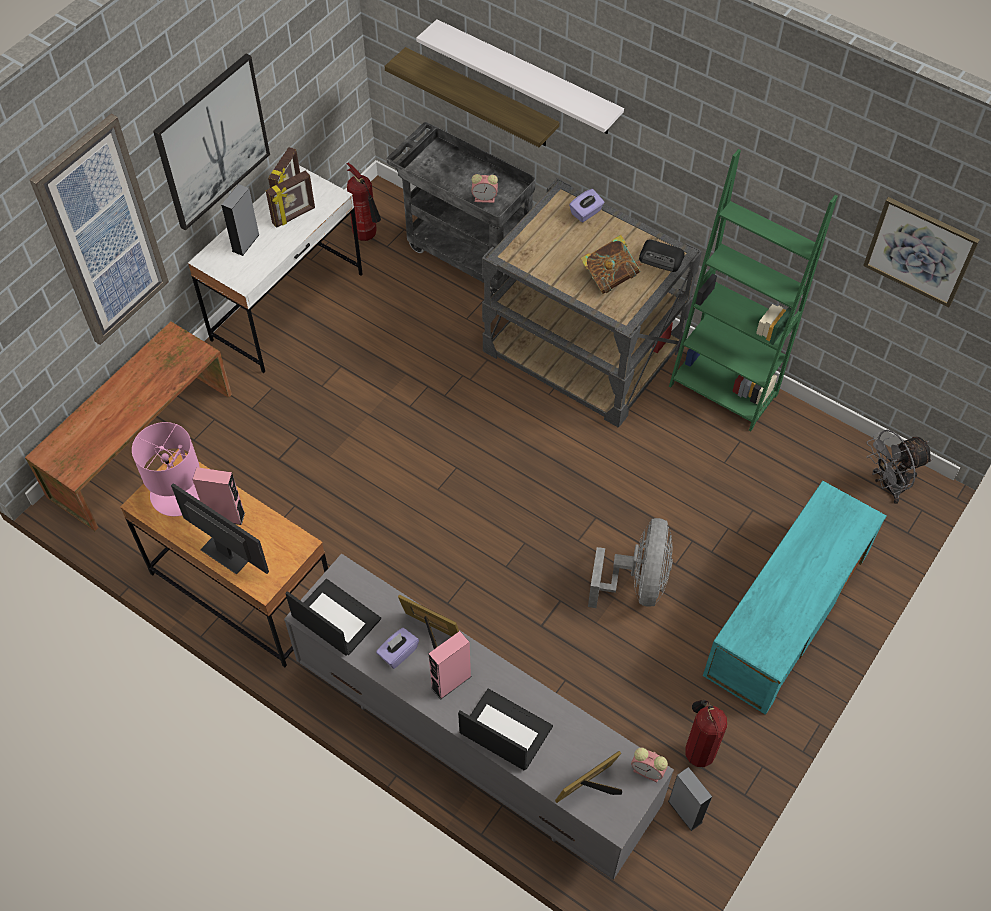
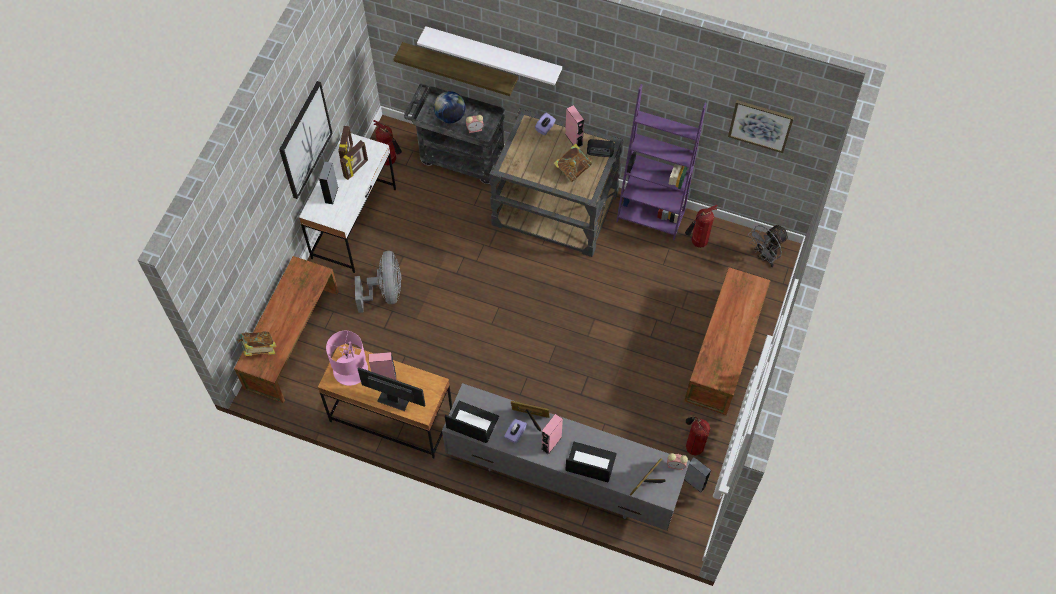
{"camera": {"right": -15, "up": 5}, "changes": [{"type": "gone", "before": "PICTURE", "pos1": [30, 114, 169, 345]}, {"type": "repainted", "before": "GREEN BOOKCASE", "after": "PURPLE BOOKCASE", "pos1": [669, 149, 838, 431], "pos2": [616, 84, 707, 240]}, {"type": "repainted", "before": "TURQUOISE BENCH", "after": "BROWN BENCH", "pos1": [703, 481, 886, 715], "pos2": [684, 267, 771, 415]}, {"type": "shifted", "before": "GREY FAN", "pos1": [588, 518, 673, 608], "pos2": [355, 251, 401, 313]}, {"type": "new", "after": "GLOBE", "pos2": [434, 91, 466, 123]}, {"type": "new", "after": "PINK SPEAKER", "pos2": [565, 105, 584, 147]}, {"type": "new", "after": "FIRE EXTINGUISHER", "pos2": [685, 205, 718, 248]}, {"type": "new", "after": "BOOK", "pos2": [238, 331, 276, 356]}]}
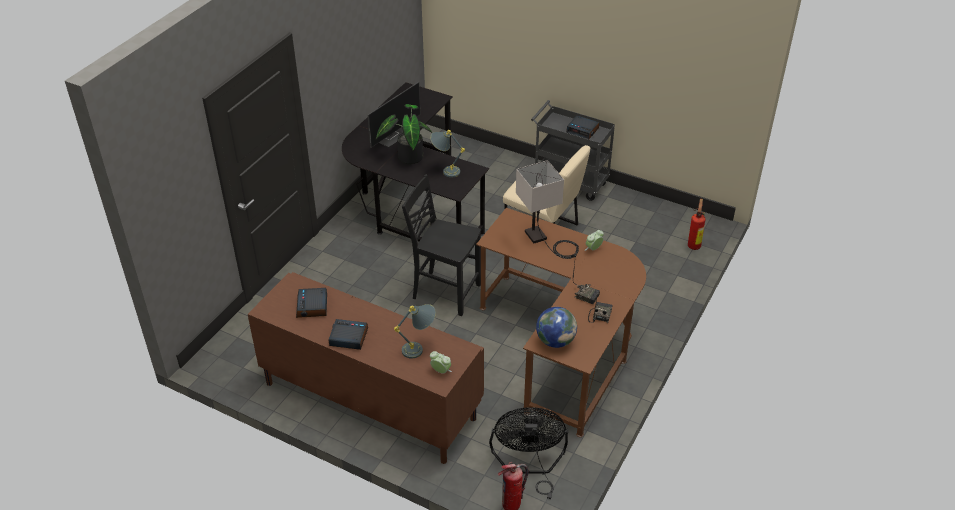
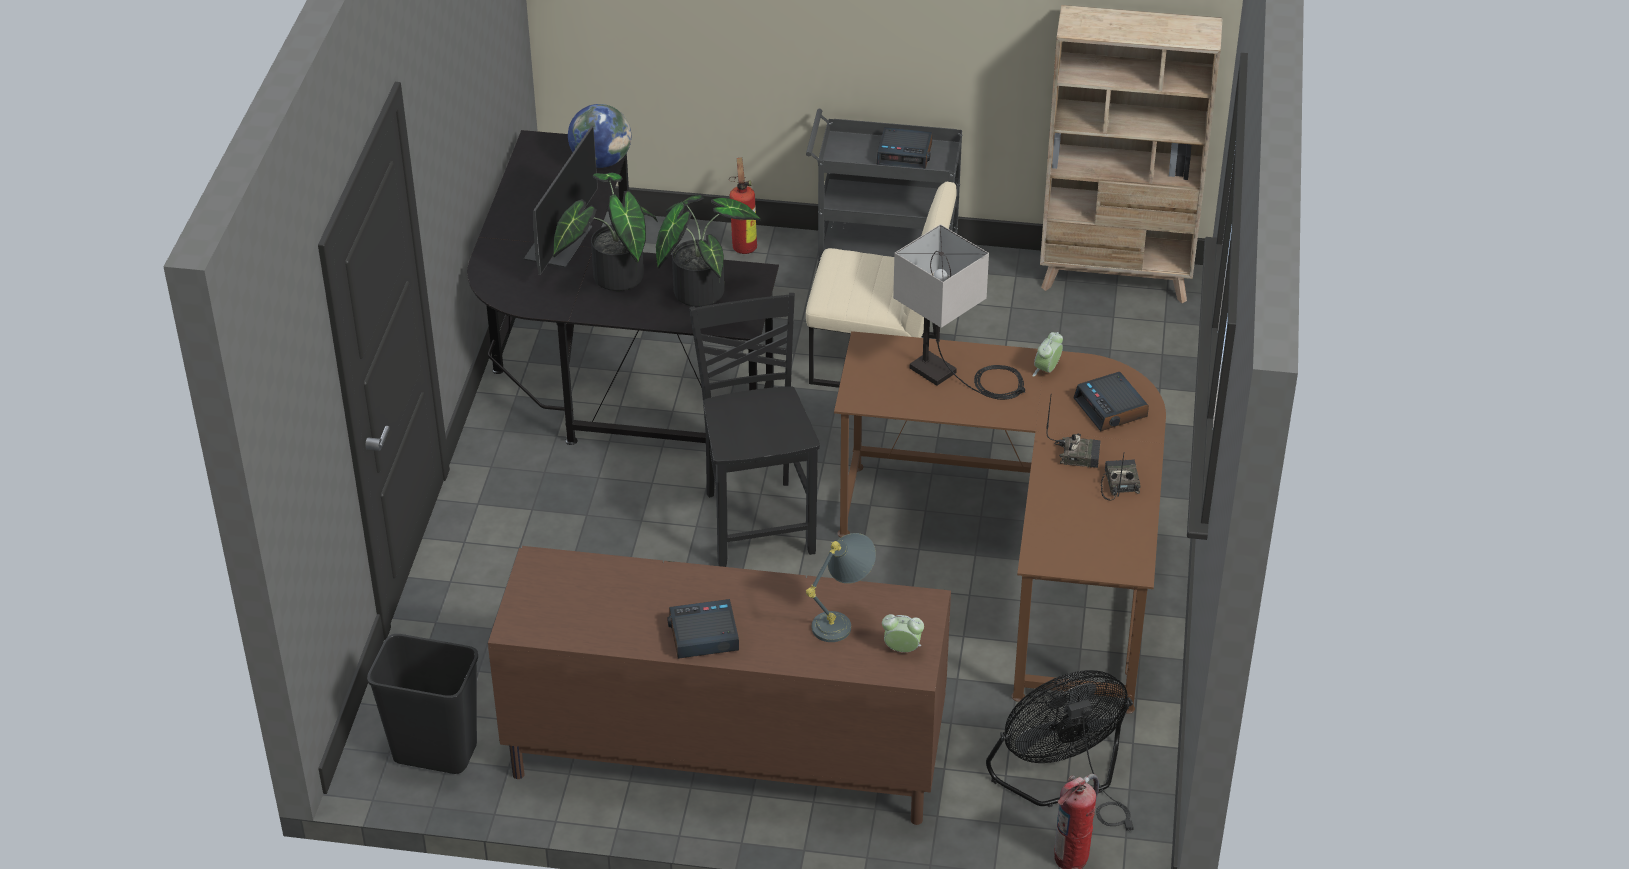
{"camera": {"right": -20, "up": 0}, "changes": [{"type": "swapped", "before": "GREY TABLE LAMP", "after": "POTTED PLANT", "pos1": [430, 130, 465, 177], "pos2": [656, 195, 761, 307]}, {"type": "rotated", "before": "BLACK CHAIR", "pos1": [402, 174, 481, 316], "pos2": [689, 293, 820, 567], "turn": 75}, {"type": "shifted", "before": "FIRE EXTINGUISHER", "pos1": [688, 199, 705, 250], "pos2": [730, 157, 757, 254]}, {"type": "shifted", "before": "ALARM CLOCK", "pos1": [296, 288, 327, 318], "pos2": [1074, 372, 1149, 431]}, {"type": "shifted", "before": "GLOBE", "pos1": [536, 307, 577, 348], "pos2": [568, 104, 631, 168]}, {"type": "new", "after": "BEIGE BOOKCASE", "pos2": [1040, 5, 1223, 303]}, {"type": "new", "after": "BLACK TRASH CAN", "pos2": [367, 634, 478, 774]}]}
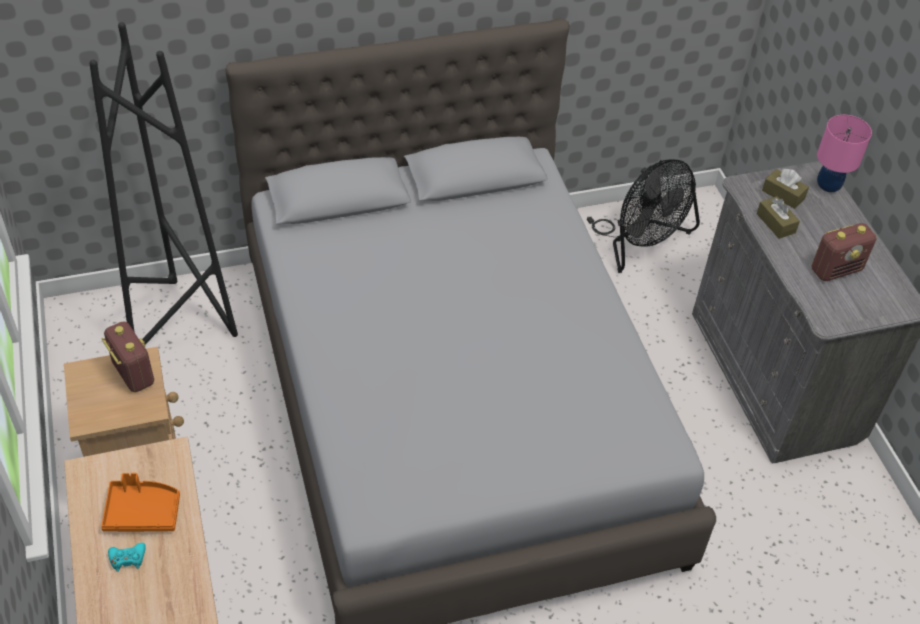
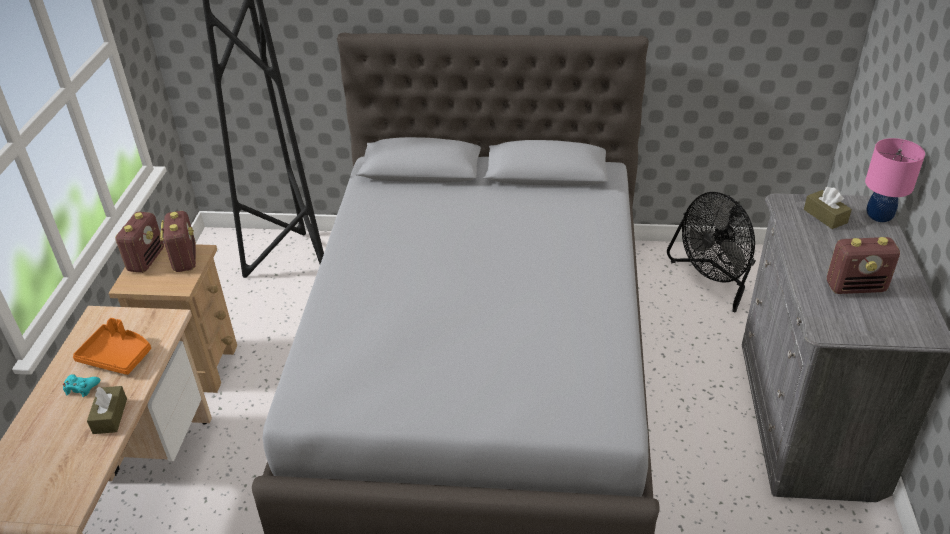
{"camera": {"right": 25, "up": -10}, "changes": [{"type": "rotated", "before": "BLACK FAN", "pos1": [587, 159, 700, 273], "pos2": [667, 192, 756, 313], "turn": 75}, {"type": "shifted", "before": "BROWN TISSUE BOX", "pos1": [757, 196, 800, 239], "pos2": [87, 386, 127, 434]}, {"type": "new", "after": "RADIO", "pos2": [115, 212, 164, 273]}]}
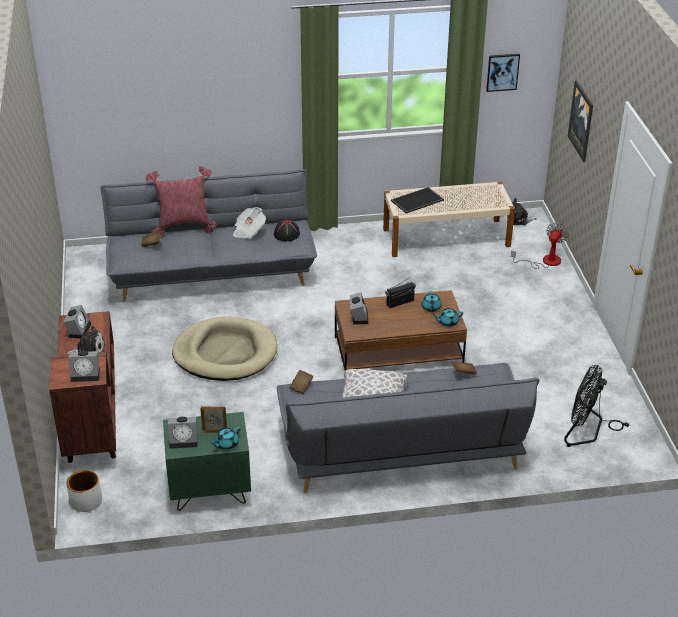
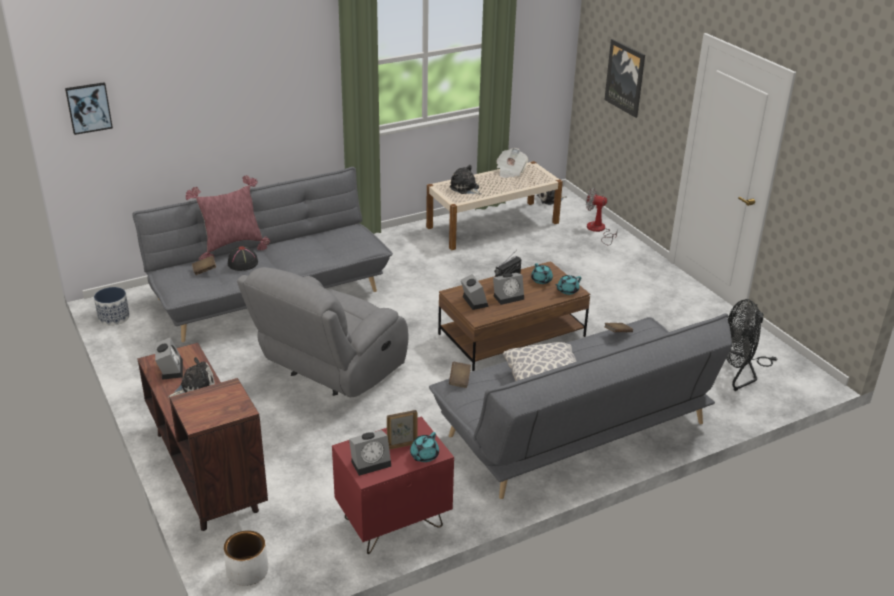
{"camera": {"right": -20, "up": -5}, "changes": [{"type": "shifted", "before": "PICTURE", "pos1": [486, 54, 520, 92], "pos2": [65, 82, 113, 135]}, {"type": "swapped", "before": "TRAY", "after": "PLUSH TOY", "pos1": [391, 187, 444, 214], "pos2": [450, 165, 481, 195]}, {"type": "shifted", "before": "NEWSPAPER", "pos1": [233, 207, 266, 239], "pos2": [496, 148, 528, 178]}, {"type": "shifted", "before": "BLACK HAT", "pos1": [274, 220, 300, 241], "pos2": [228, 246, 258, 271]}, {"type": "rotated", "before": "FAN", "pos1": [511, 223, 569, 268], "pos2": [586, 188, 618, 245], "turn": -75}, {"type": "swapped", "before": "BEIGE DOG BED", "after": "GREY ARMCHAIR", "pos1": [172, 316, 277, 381], "pos2": [237, 267, 408, 397]}, {"type": "shifted", "before": "ALARM CLOCK", "pos1": [68, 351, 100, 382], "pos2": [493, 273, 524, 305]}, {"type": "repainted", "before": "GREEN NIGHTSTAND", "after": "RED NIGHTSTAND", "pos1": [163, 412, 251, 511], "pos2": [332, 416, 454, 554]}, {"type": "new", "after": "PLANTER", "pos2": [94, 287, 130, 326]}]}
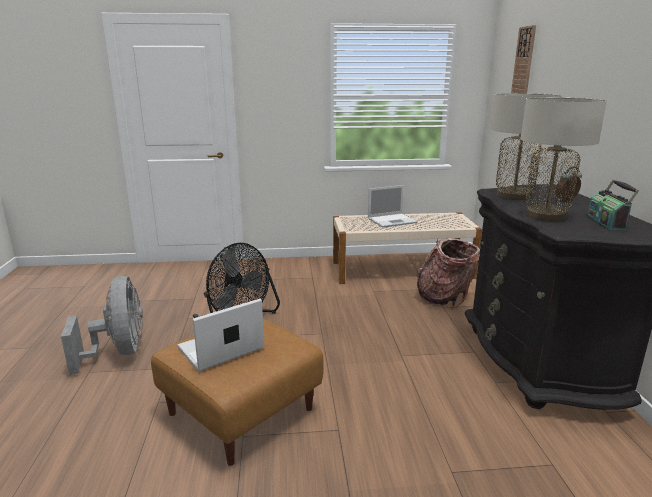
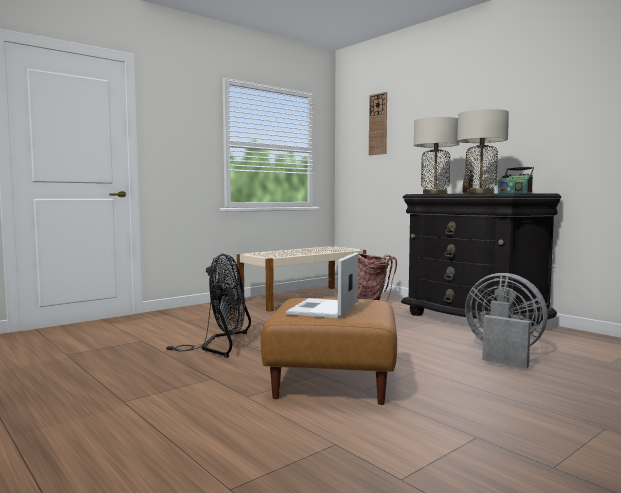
{"camera": {"right": -35, "up": -15}, "changes": [{"type": "gone", "before": "LAPTOP", "pos1": [368, 185, 418, 228]}, {"type": "shifted", "before": "GREY FAN", "pos1": [61, 276, 143, 375], "pos2": [465, 273, 548, 369]}]}
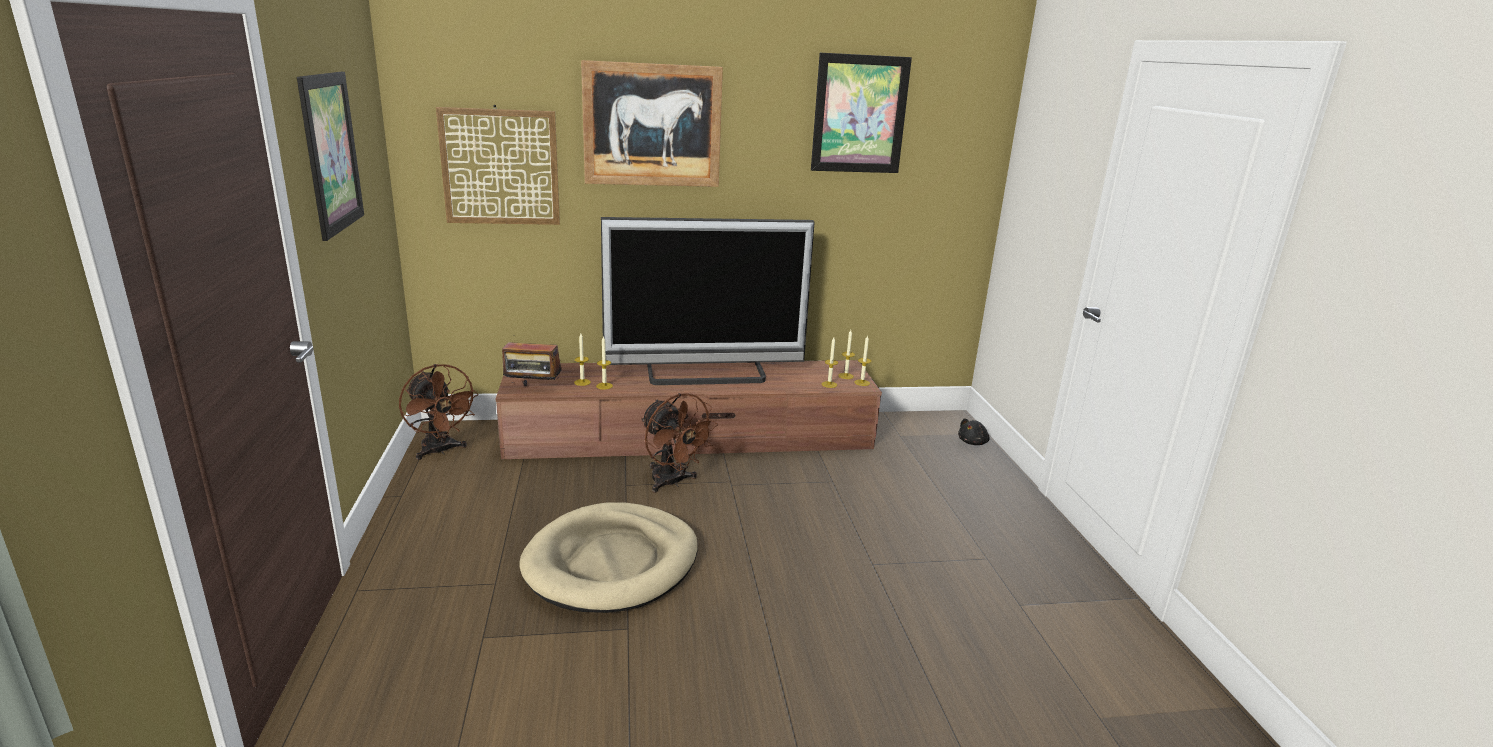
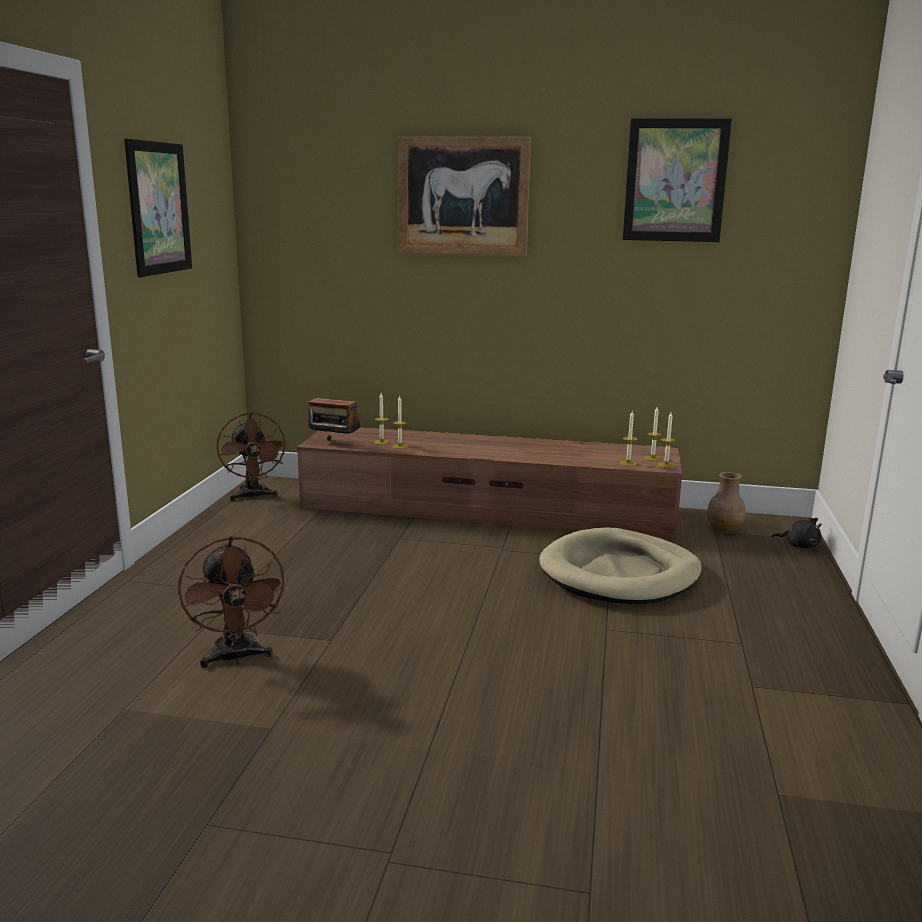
{"camera": {"right": 20, "up": -5}, "changes": [{"type": "gone", "before": "PICTURE", "pos1": [436, 105, 560, 225]}, {"type": "gone", "before": "TELEVISION", "pos1": [601, 217, 815, 385]}, {"type": "shifted", "before": "BROWN FAN", "pos1": [641, 393, 718, 493], "pos2": [178, 536, 287, 668]}, {"type": "rotated", "before": "BLACK PLUSH TOY", "pos1": [958, 418, 990, 445], "pos2": [772, 518, 822, 548], "turn": -120}, {"type": "shifted", "before": "BEIGE DOG BED", "pos1": [519, 502, 698, 613], "pos2": [539, 527, 702, 604]}, {"type": "new", "after": "BROWN VASE", "pos2": [707, 472, 746, 534]}]}
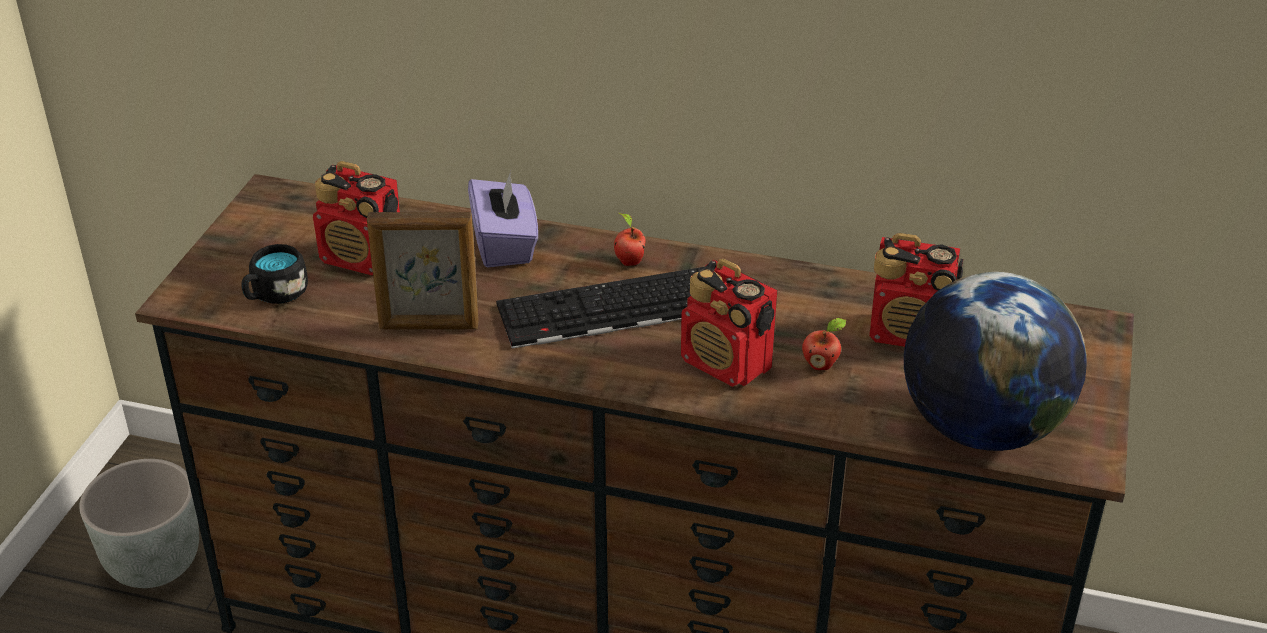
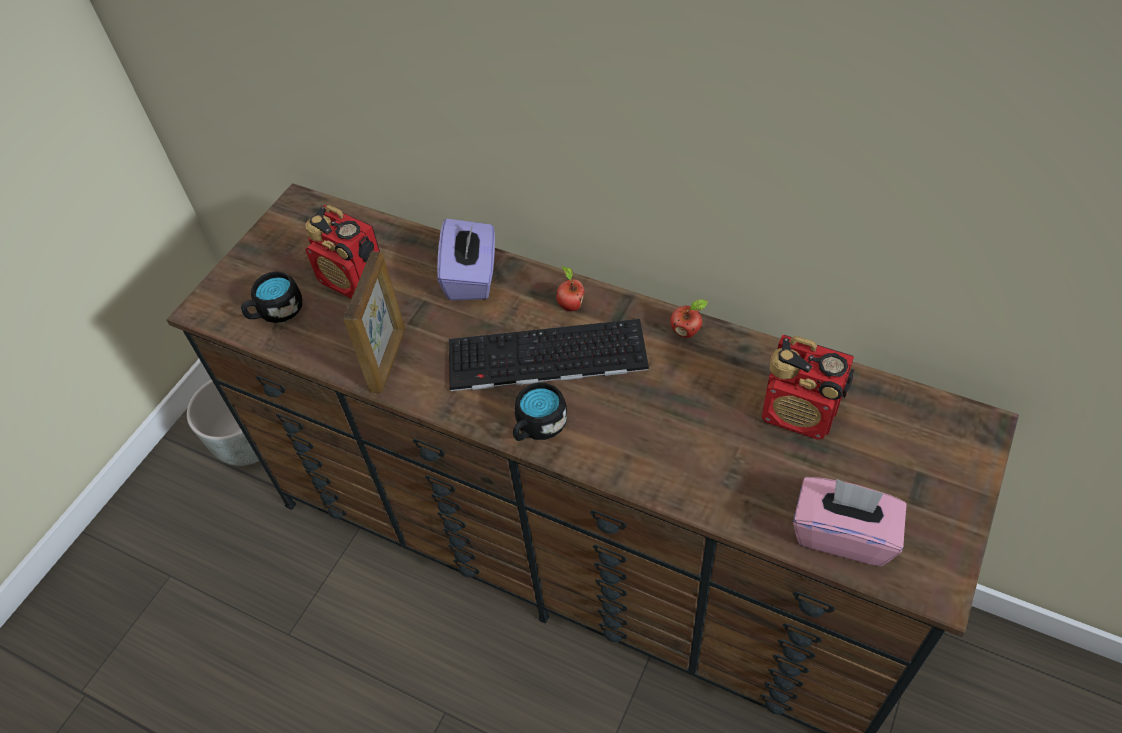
{"camera": {"right": 15, "up": 15}, "changes": [{"type": "rotated", "before": "PICTURE FRAME", "pos1": [367, 212, 478, 329], "pos2": [343, 251, 405, 394], "turn": -90}, {"type": "gone", "before": "RADIO", "pos1": [681, 259, 777, 387]}, {"type": "swapped", "before": "GLOBE", "after": "PINK TISSUE BOX", "pos1": [904, 272, 1087, 451], "pos2": [793, 477, 907, 566]}, {"type": "shifted", "before": "APPLE", "pos1": [802, 318, 846, 370], "pos2": [670, 299, 708, 338]}, {"type": "new", "after": "BLACK MUG", "pos2": [513, 382, 567, 441]}]}
